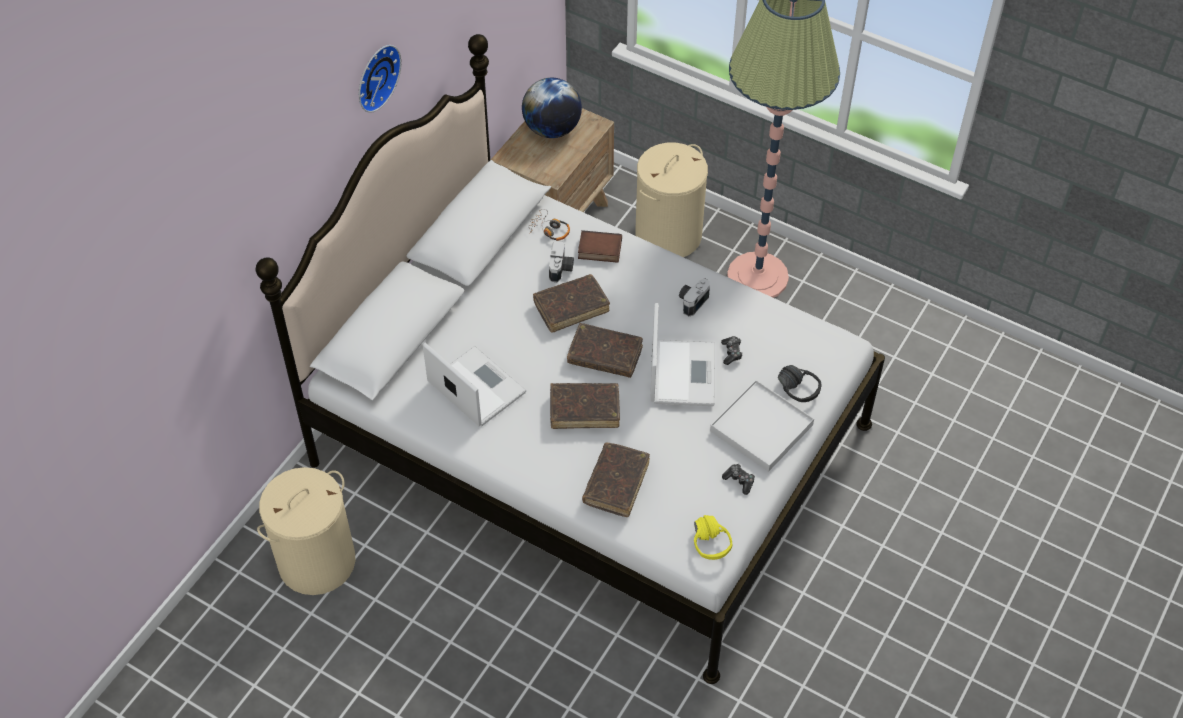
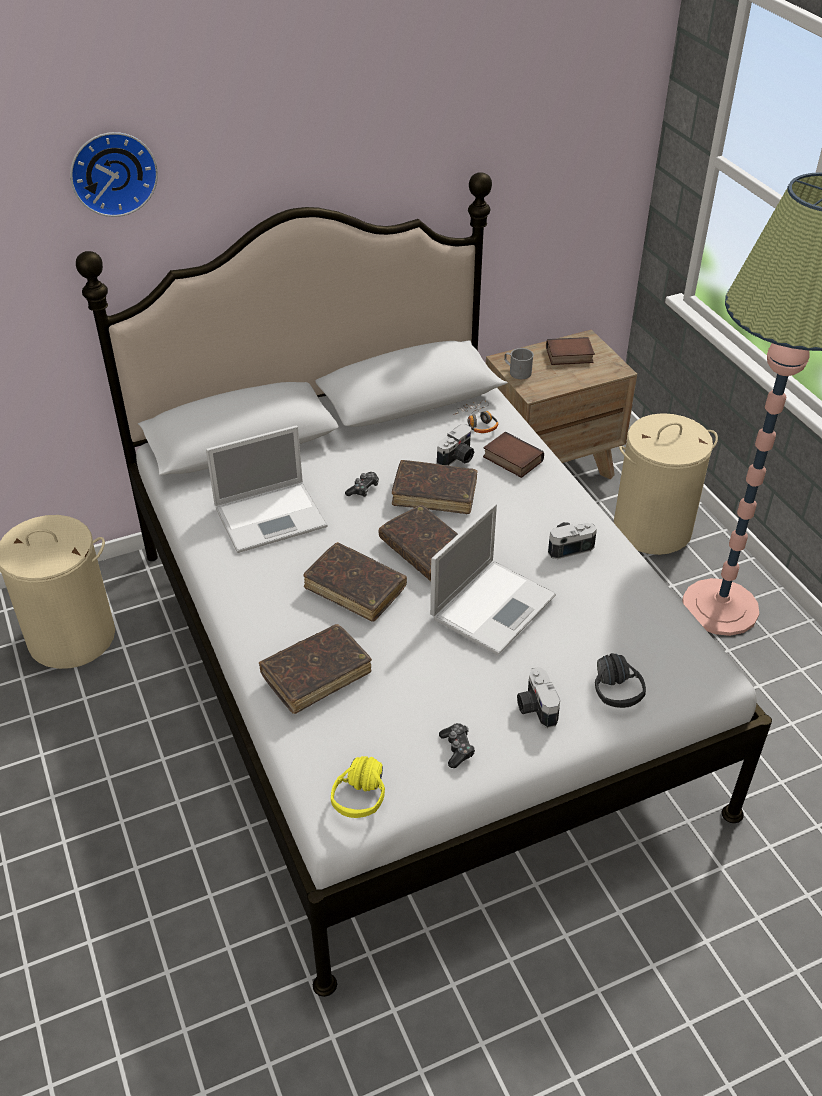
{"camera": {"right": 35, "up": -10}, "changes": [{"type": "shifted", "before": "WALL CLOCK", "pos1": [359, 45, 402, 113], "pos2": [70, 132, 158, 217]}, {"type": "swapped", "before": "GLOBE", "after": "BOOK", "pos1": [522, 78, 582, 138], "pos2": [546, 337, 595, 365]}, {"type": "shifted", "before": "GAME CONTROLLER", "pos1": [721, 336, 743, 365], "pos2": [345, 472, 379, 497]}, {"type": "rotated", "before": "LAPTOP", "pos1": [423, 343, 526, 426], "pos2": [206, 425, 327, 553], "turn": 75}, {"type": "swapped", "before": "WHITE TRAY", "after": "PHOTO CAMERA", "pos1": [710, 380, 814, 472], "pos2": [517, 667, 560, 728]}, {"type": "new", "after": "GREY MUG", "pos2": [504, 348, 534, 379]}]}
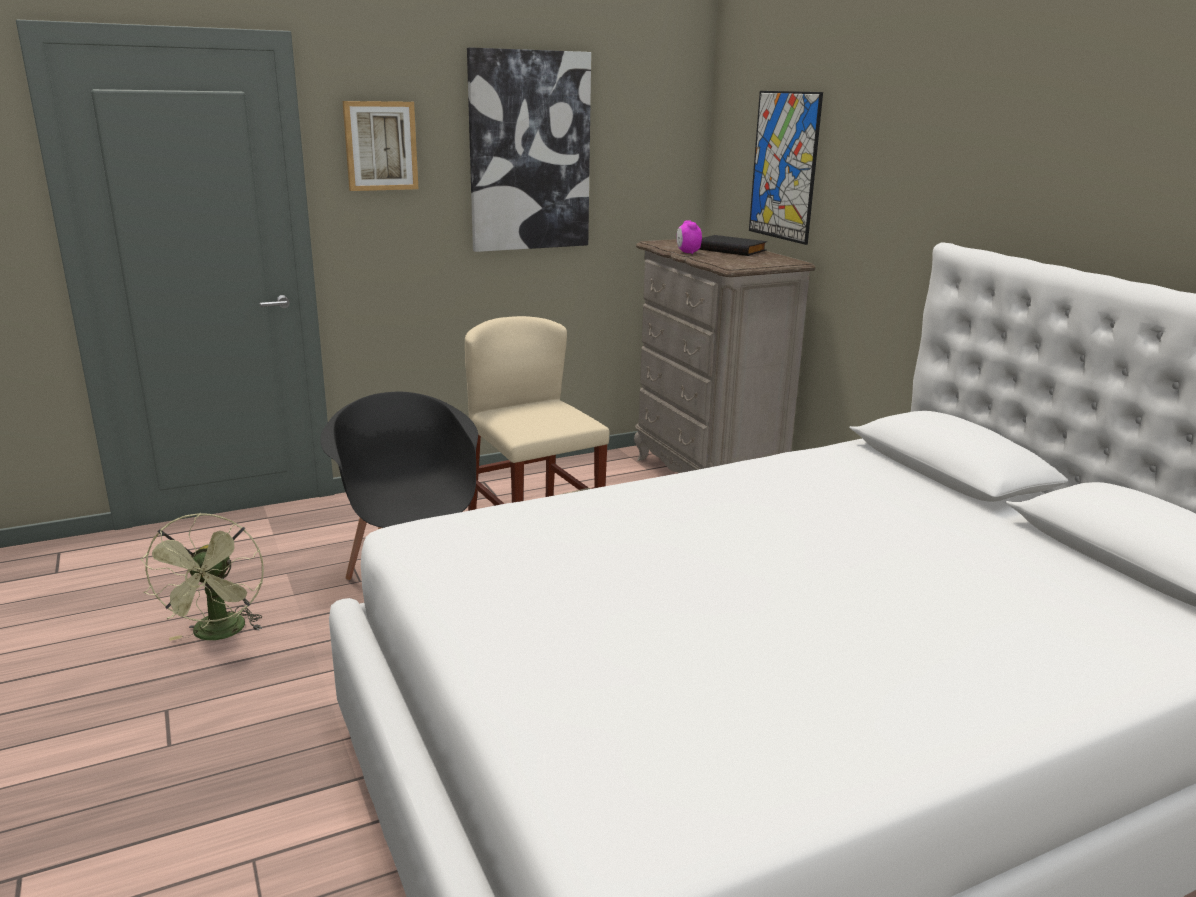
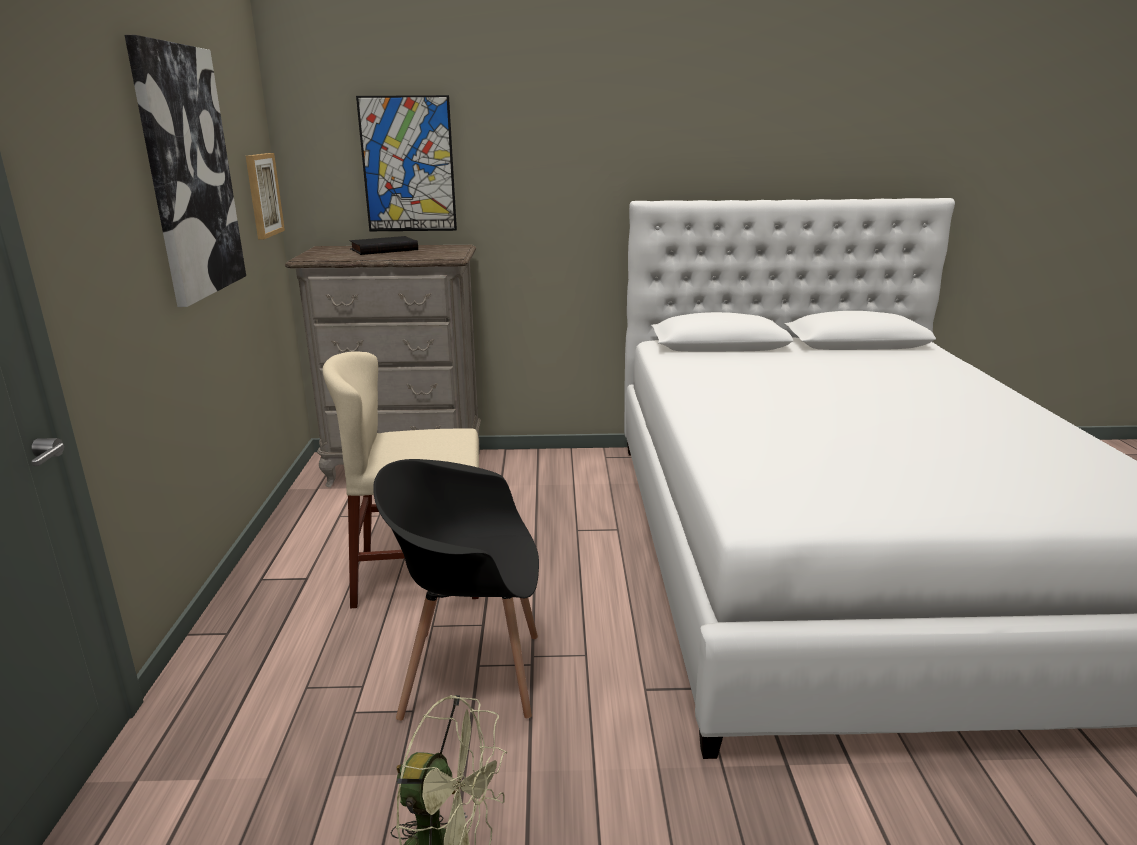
{"camera": {"right": -65, "up": 0}, "changes": [{"type": "shifted", "before": "PICTURE", "pos1": [343, 101, 418, 191], "pos2": [246, 153, 285, 239]}, {"type": "gone", "before": "ALARM CLOCK", "pos1": [677, 220, 702, 254]}]}
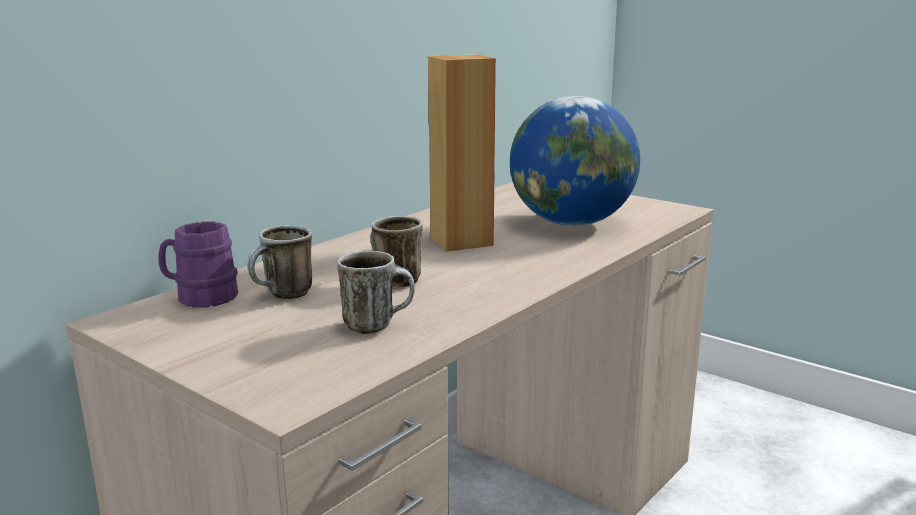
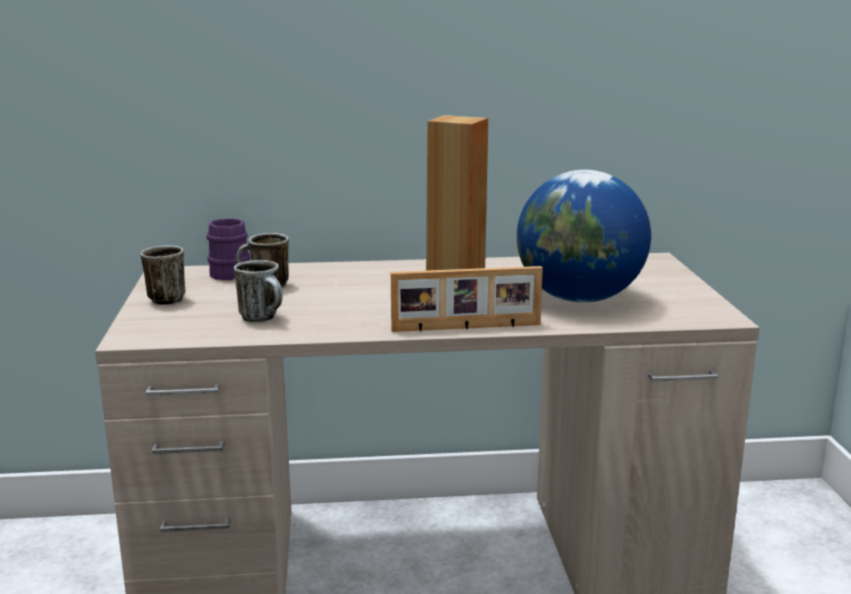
{"camera": {"right": 45, "up": 0}, "changes": [{"type": "shifted", "before": "MUG", "pos1": [370, 216, 423, 287], "pos2": [141, 245, 185, 305]}, {"type": "new", "after": "PICTURE FRAME", "pos2": [391, 266, 543, 332]}]}
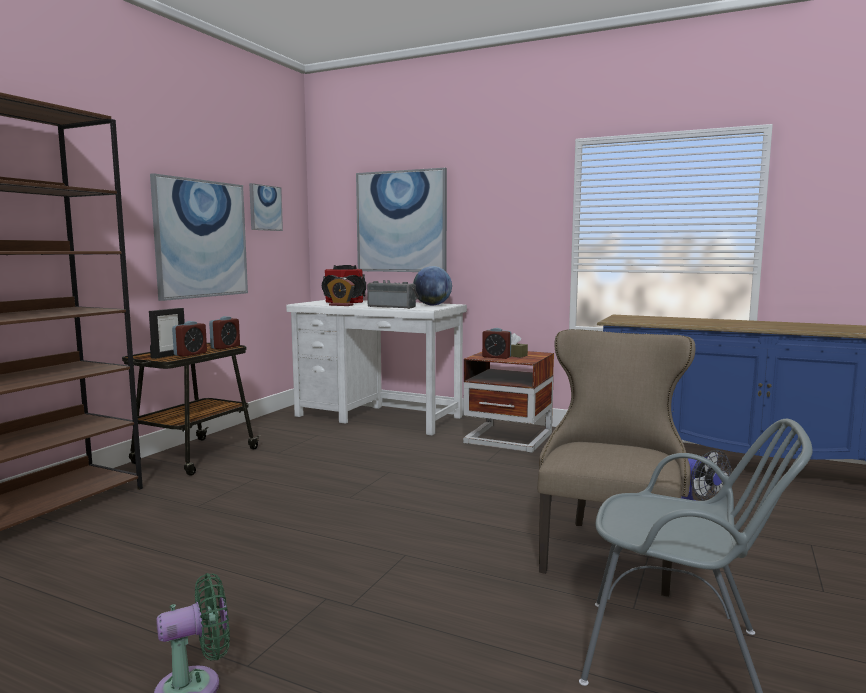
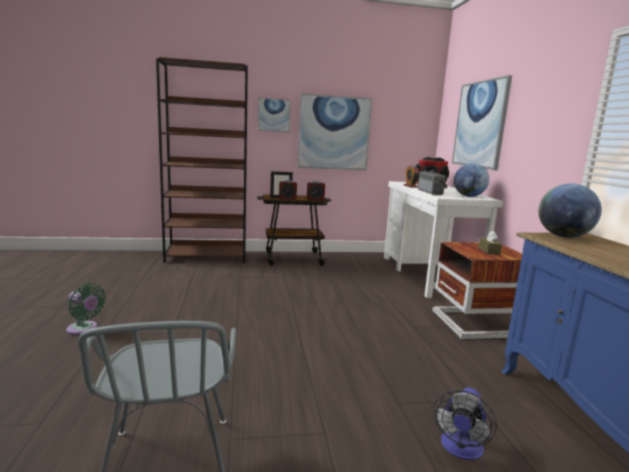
{"camera": {"right": 55, "up": 5}, "changes": [{"type": "shifted", "before": "PICTURE", "pos1": [249, 183, 283, 231], "pos2": [258, 98, 291, 132]}, {"type": "gone", "before": "ALARM CLOCK", "pos1": [482, 328, 511, 359]}, {"type": "gone", "before": "BEIGE CHAIR", "pos1": [537, 329, 695, 597]}, {"type": "new", "after": "GLOBE", "pos2": [538, 183, 602, 238]}]}
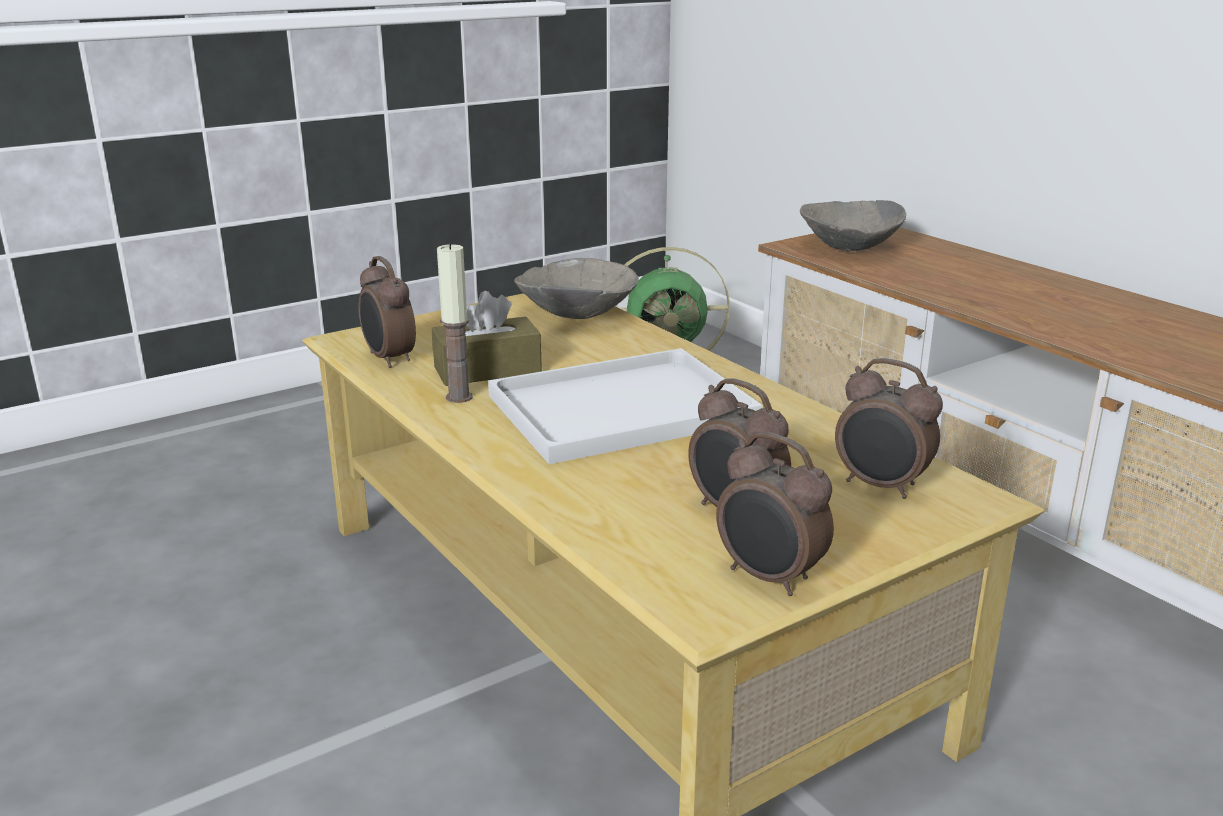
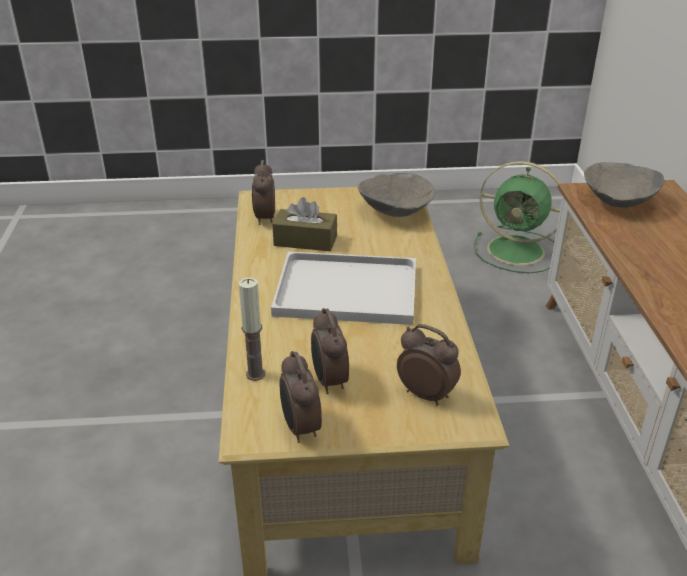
{"camera": {"right": 30, "up": 10}, "changes": [{"type": "shifted", "before": "CANDLE", "pos1": [437, 243, 473, 403], "pos2": [238, 277, 265, 381]}, {"type": "rotated", "before": "ALARM CLOCK", "pos1": [835, 358, 943, 499], "pos2": [397, 324, 461, 406], "turn": 150}]}
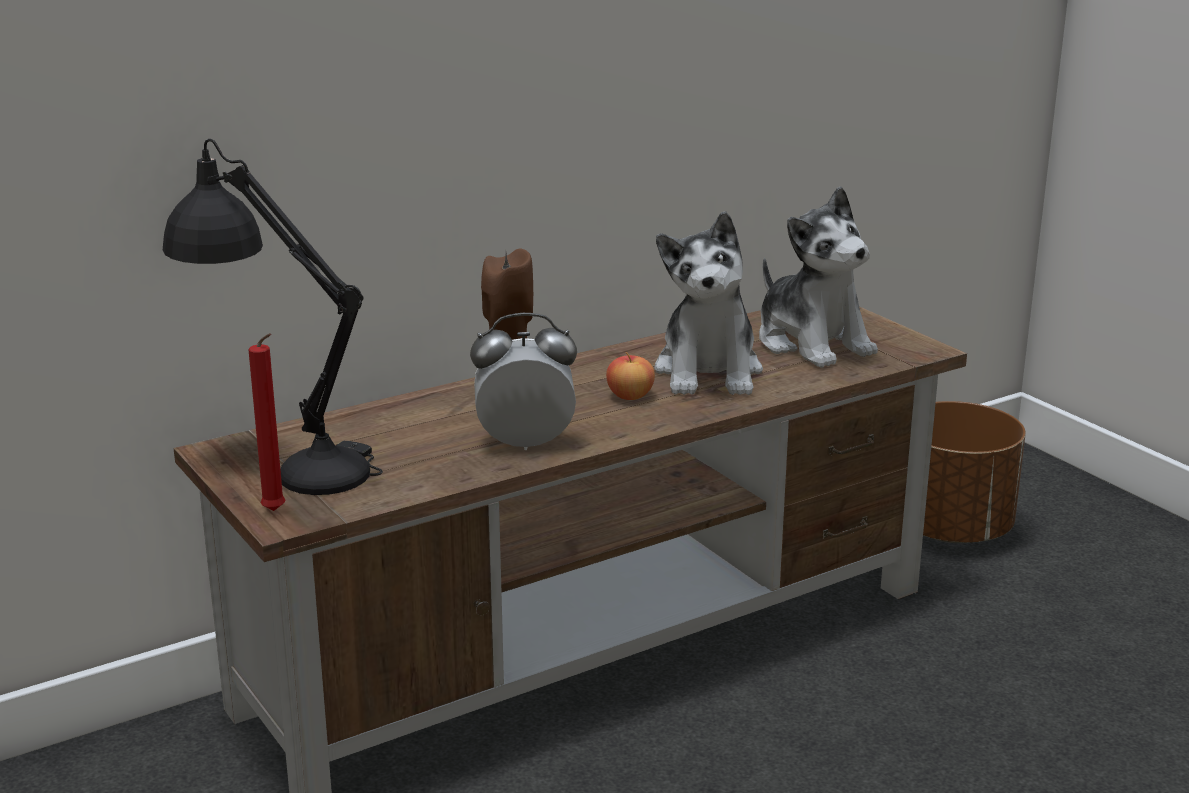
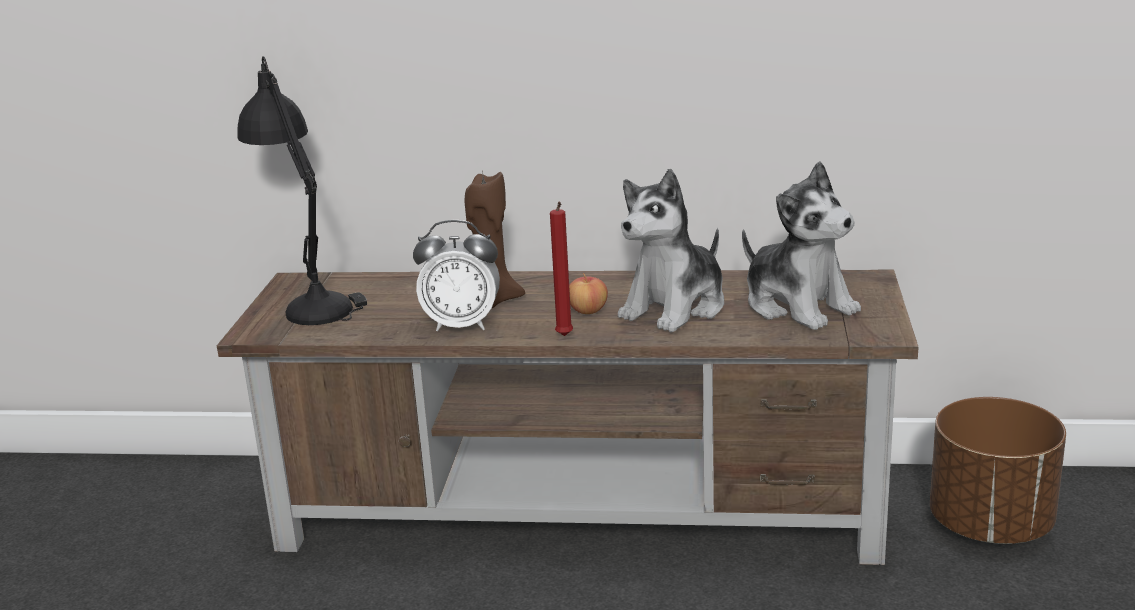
{"camera": {"right": 40, "up": 0}, "changes": [{"type": "rotated", "before": "PLUSH TOY", "pos1": [759, 186, 878, 368], "pos2": [742, 161, 861, 330], "turn": -45}, {"type": "rotated", "before": "ALARM CLOCK", "pos1": [470, 313, 577, 450], "pos2": [413, 220, 500, 331], "turn": 150}, {"type": "shifted", "before": "RED CANDLE", "pos1": [249, 333, 285, 511], "pos2": [550, 202, 573, 336]}]}
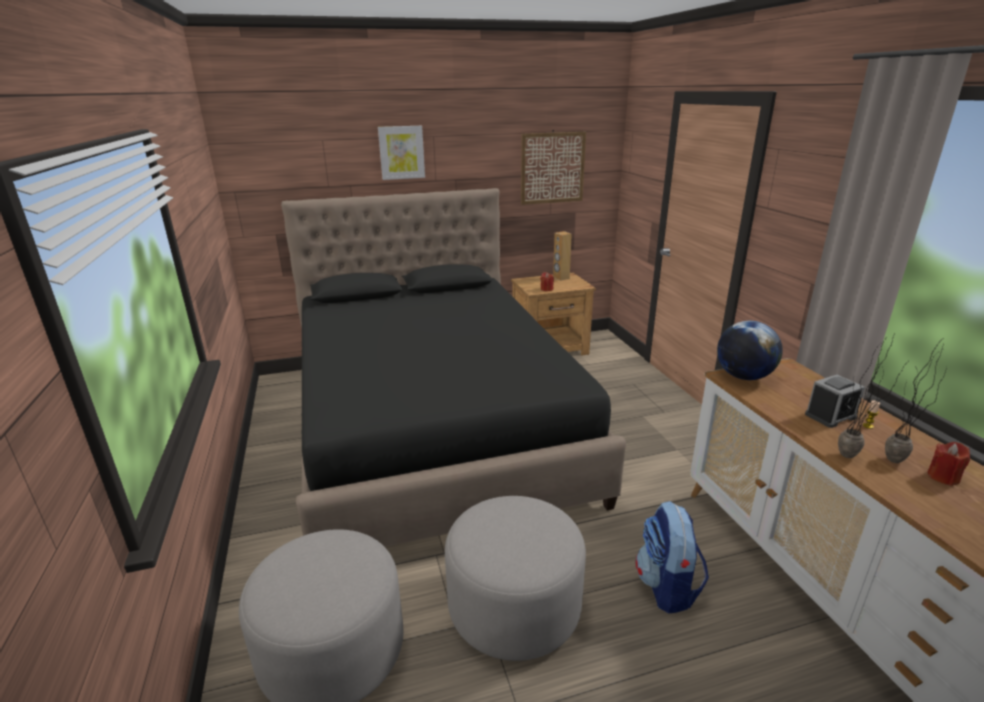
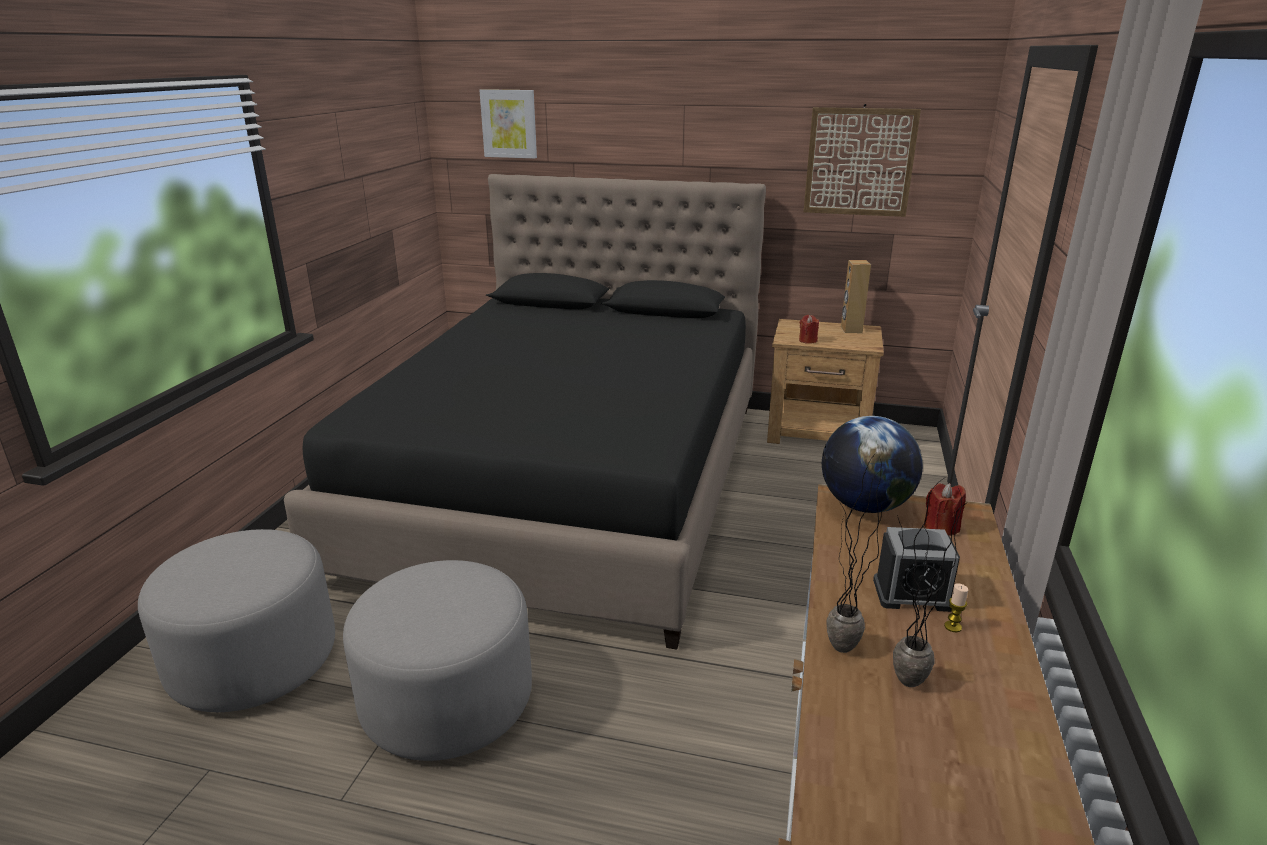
{"camera": {"right": 30, "up": 0}, "changes": [{"type": "shifted", "before": "PICTURE", "pos1": [378, 126, 425, 180], "pos2": [479, 89, 537, 158]}, {"type": "shifted", "before": "RED CANDLE", "pos1": [927, 442, 970, 486], "pos2": [924, 483, 966, 536]}, {"type": "gone", "before": "BACKPACK", "pos1": [636, 501, 709, 614]}]}
